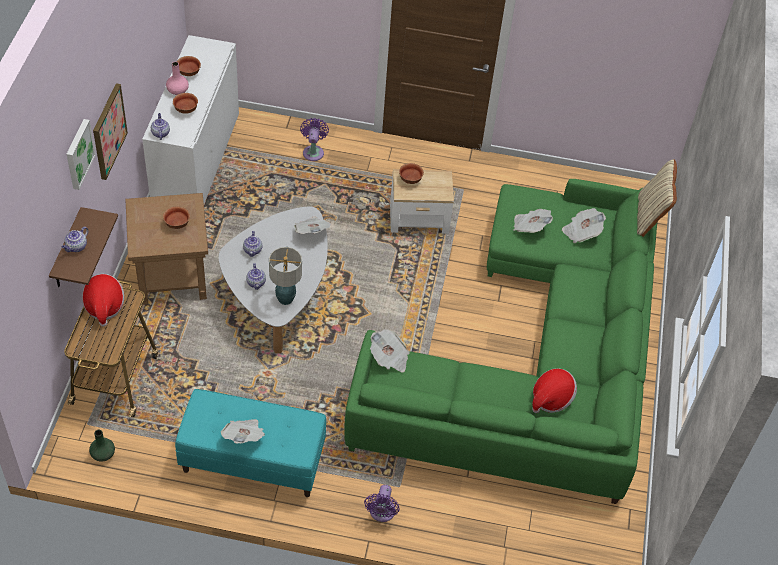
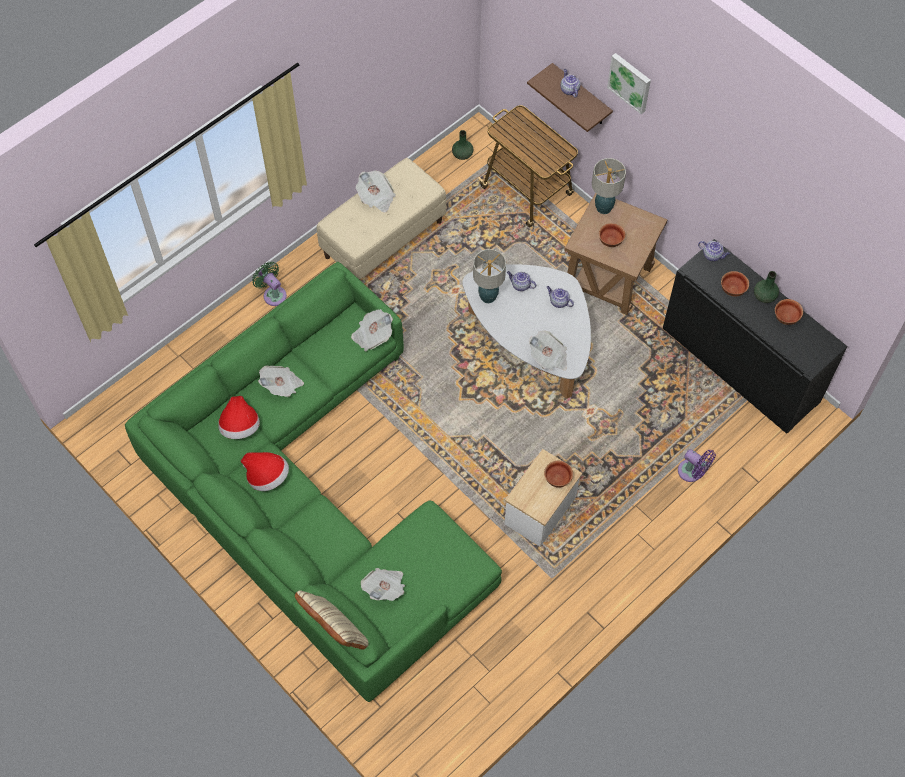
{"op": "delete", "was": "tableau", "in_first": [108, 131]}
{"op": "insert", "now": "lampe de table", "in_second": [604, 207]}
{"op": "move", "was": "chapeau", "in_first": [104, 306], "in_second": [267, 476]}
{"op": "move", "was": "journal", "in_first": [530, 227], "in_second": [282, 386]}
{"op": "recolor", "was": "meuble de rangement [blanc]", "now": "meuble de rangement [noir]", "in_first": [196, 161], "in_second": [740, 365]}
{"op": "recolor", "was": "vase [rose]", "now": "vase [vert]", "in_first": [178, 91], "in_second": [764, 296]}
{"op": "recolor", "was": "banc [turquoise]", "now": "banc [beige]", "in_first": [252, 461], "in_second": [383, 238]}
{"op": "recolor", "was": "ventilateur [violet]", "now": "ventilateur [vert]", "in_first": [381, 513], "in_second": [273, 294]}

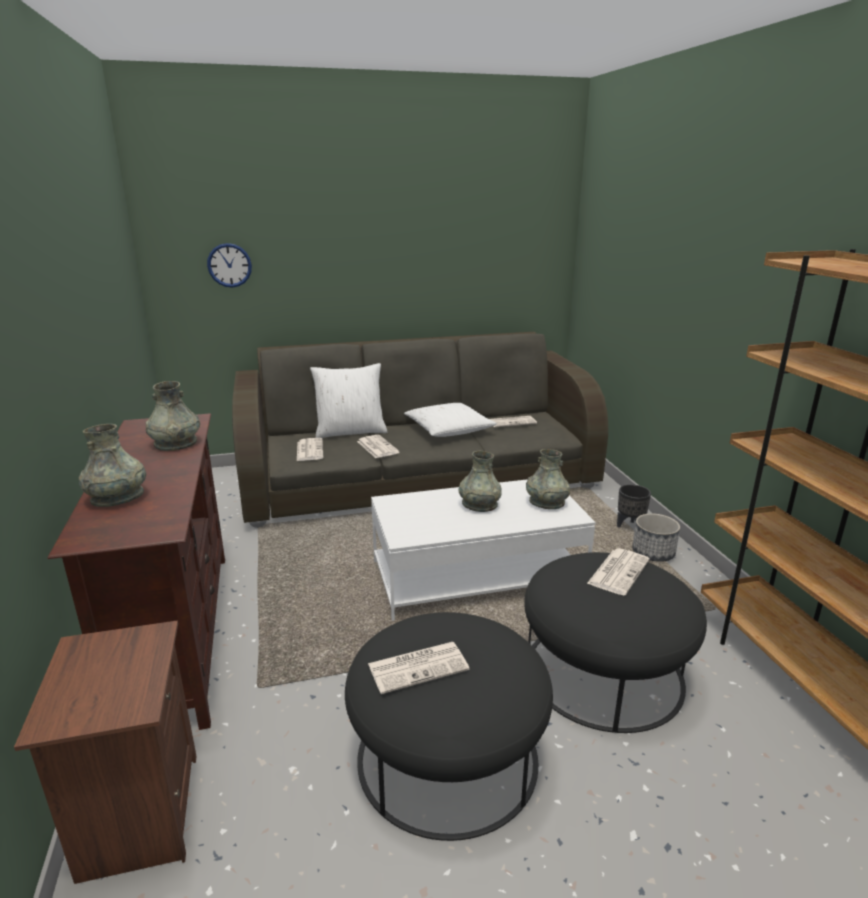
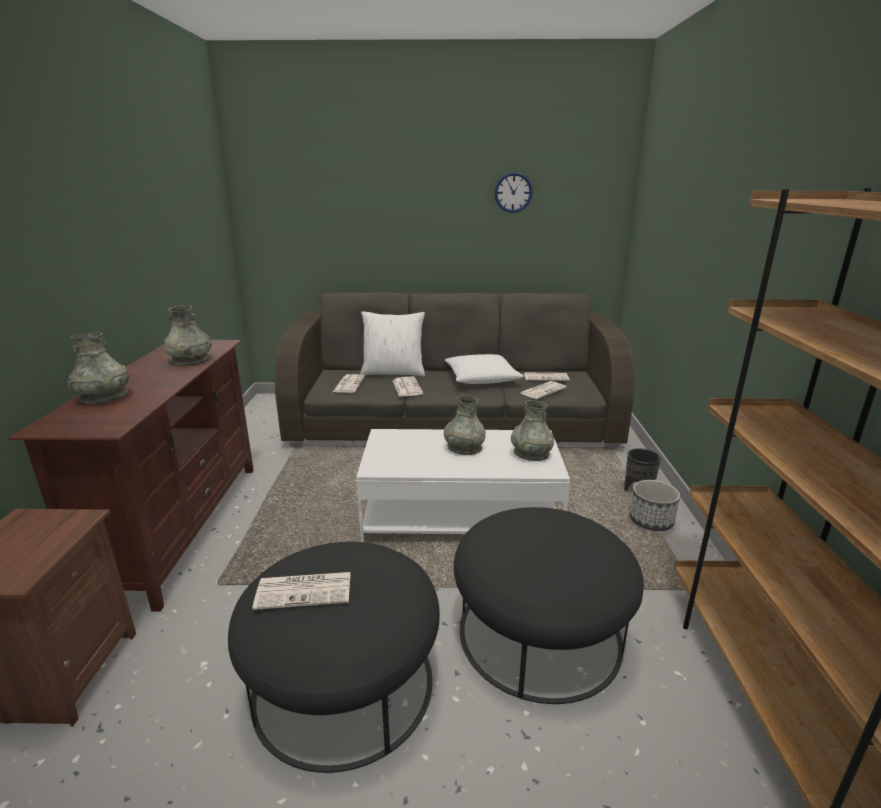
{"op": "move", "was": "horloge murale", "in_first": [229, 265], "in_second": [513, 192]}
{"op": "move", "was": "journal", "in_first": [618, 571], "in_second": [543, 390]}

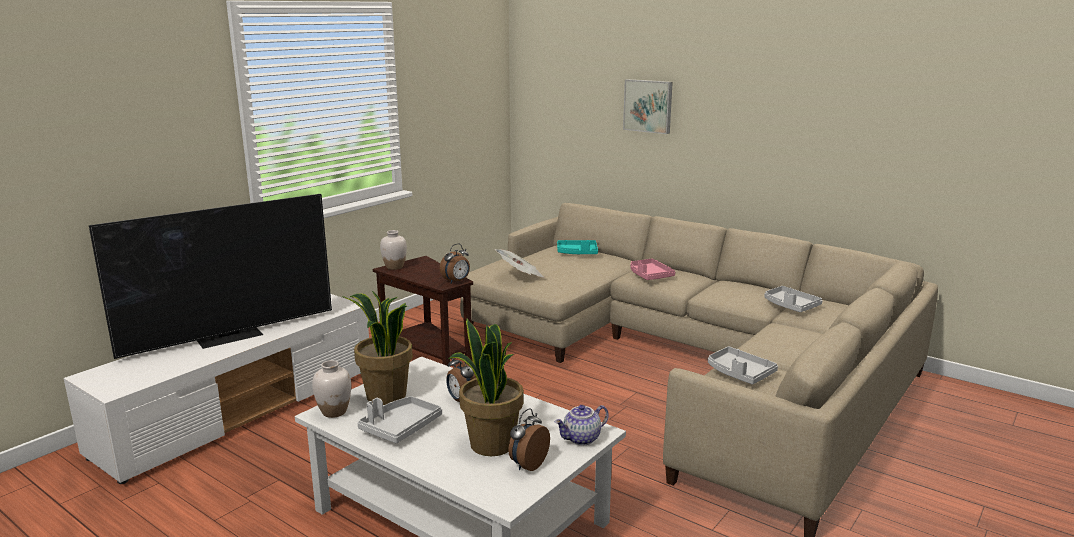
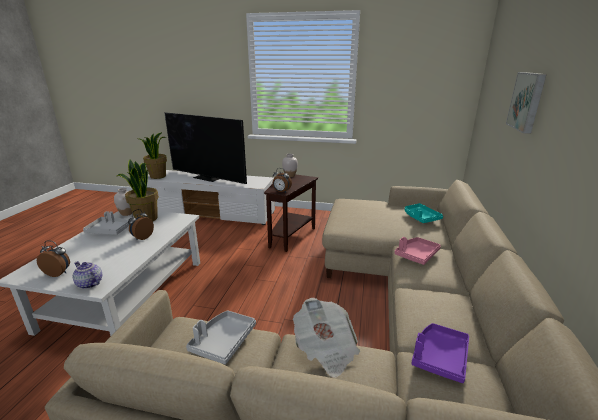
{"op": "move", "was": "plante en pot", "in_first": [491, 444], "in_second": [158, 176]}
{"op": "move", "was": "journal", "in_first": [520, 275], "in_second": [325, 349]}
{"op": "recolor", "was": "plateau [gris]", "now": "plateau [violet]", "in_first": [790, 306], "in_second": [439, 357]}

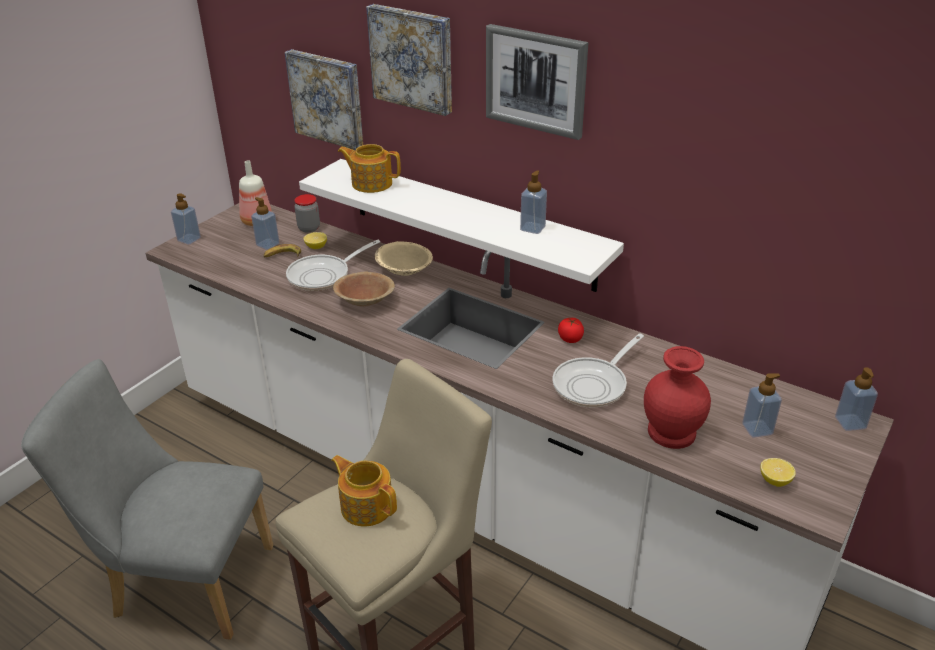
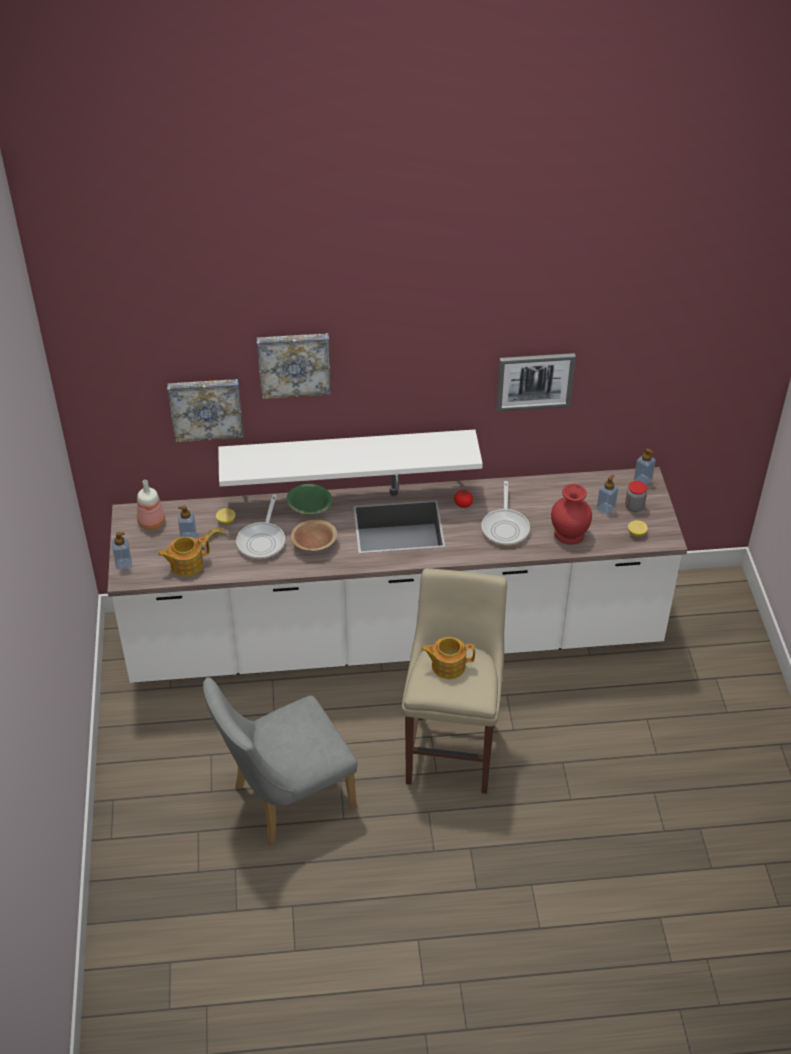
{"op": "delete", "was": "distributeur de savon", "in_first": [532, 228]}
{"op": "move", "was": "bocal", "in_first": [309, 228], "in_second": [634, 507]}
{"op": "move", "was": "théière", "in_first": [371, 183], "in_second": [186, 565]}
{"op": "move", "was": "tableau", "in_first": [536, 80], "in_second": [534, 381]}
{"op": "recolor", "was": "bol [beige]", "now": "bol [vert]", "in_first": [404, 270], "in_second": [310, 508]}

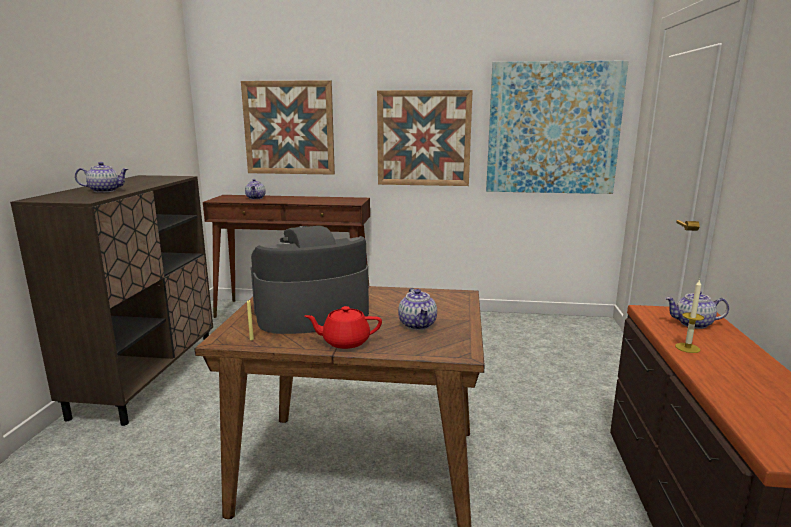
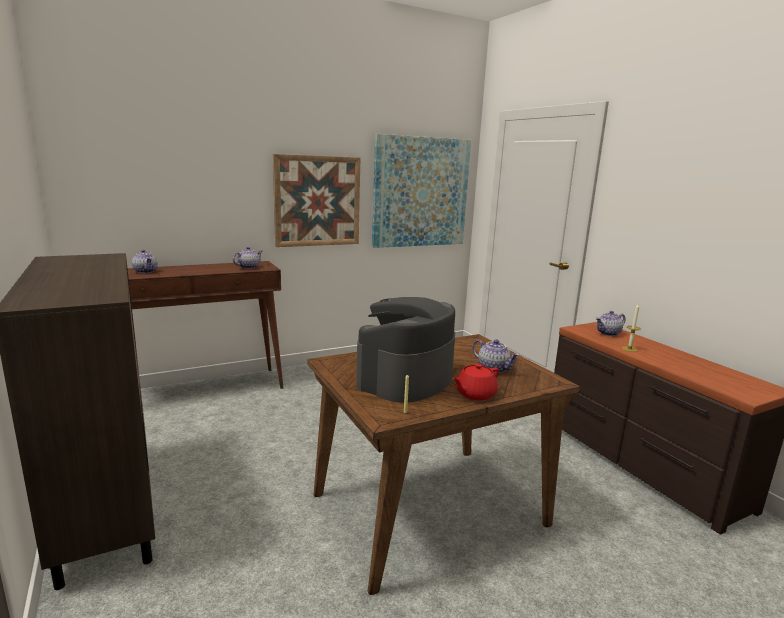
{"op": "delete", "was": "tableau", "in_first": [289, 128]}
{"op": "move", "was": "théière", "in_first": [105, 191], "in_second": [248, 267]}

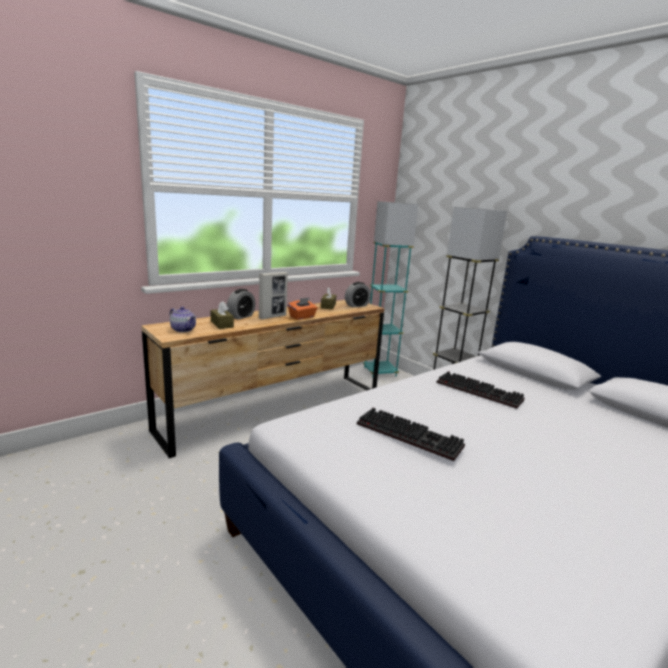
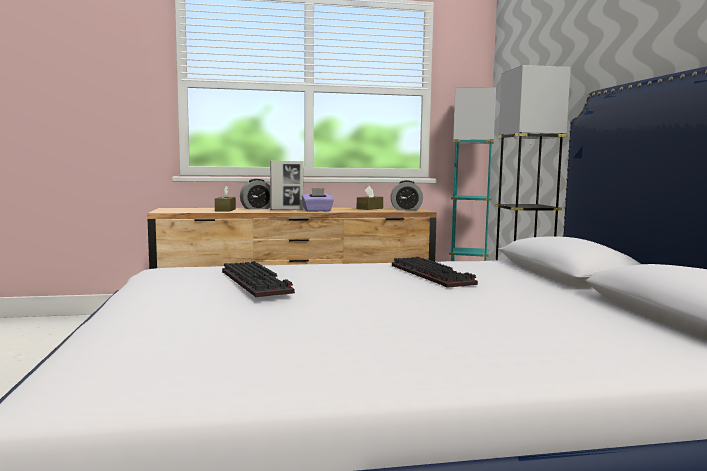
{"op": "delete", "was": "théière", "in_first": [183, 329]}
{"op": "recolor", "was": "boîte à mouchoirs [orange]", "now": "boîte à mouchoirs [violet]", "in_first": [302, 317], "in_second": [317, 211]}

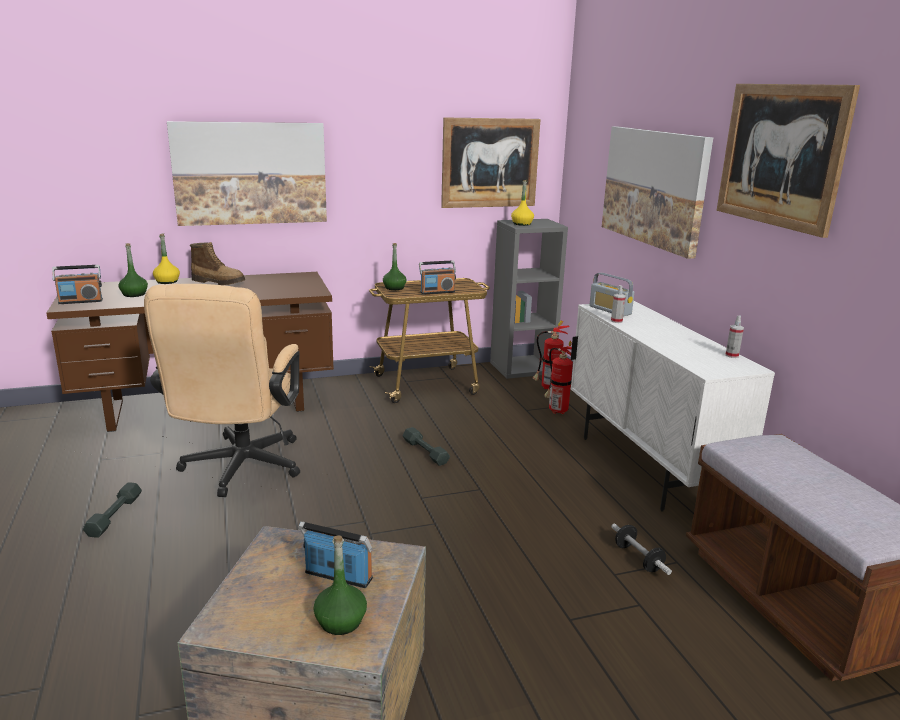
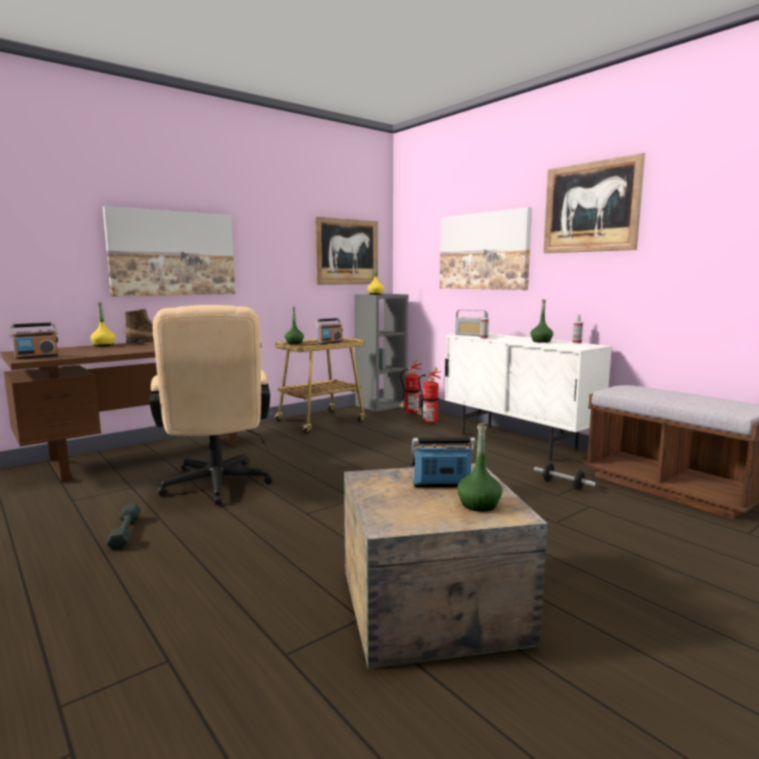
{"op": "delete", "was": "haltère [gris]", "in_first": [425, 452]}
{"op": "move", "was": "bouteille [vert]", "in_first": [134, 294], "in_second": [541, 341]}

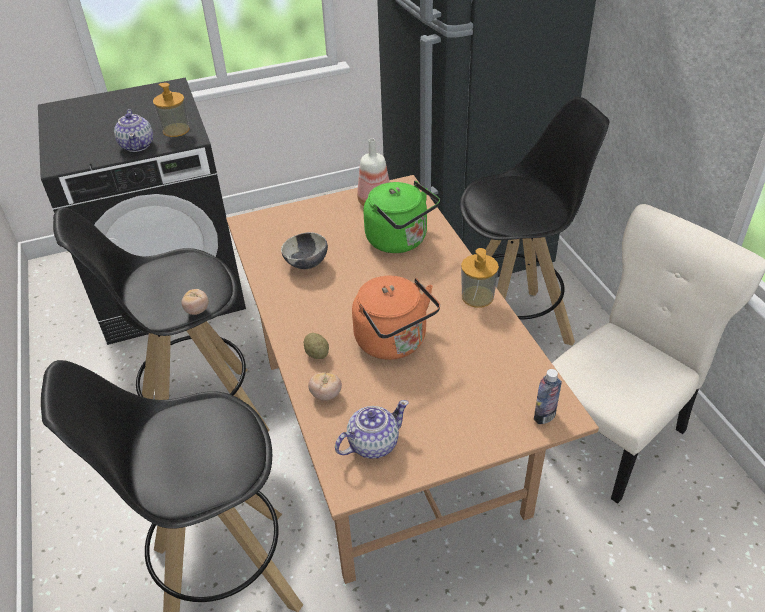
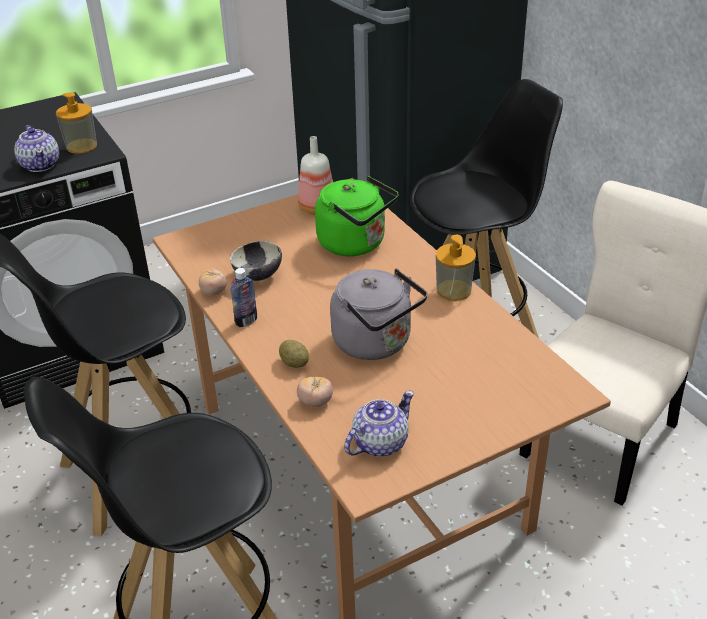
{"op": "move", "was": "tomate", "in_first": [197, 310], "in_second": [214, 292]}
{"op": "move", "was": "bouteille", "in_first": [544, 417], "in_second": [246, 321]}
{"op": "recolor", "was": "bouilloire [orange]", "now": "bouilloire [gris]", "in_first": [394, 342], "in_second": [376, 343]}

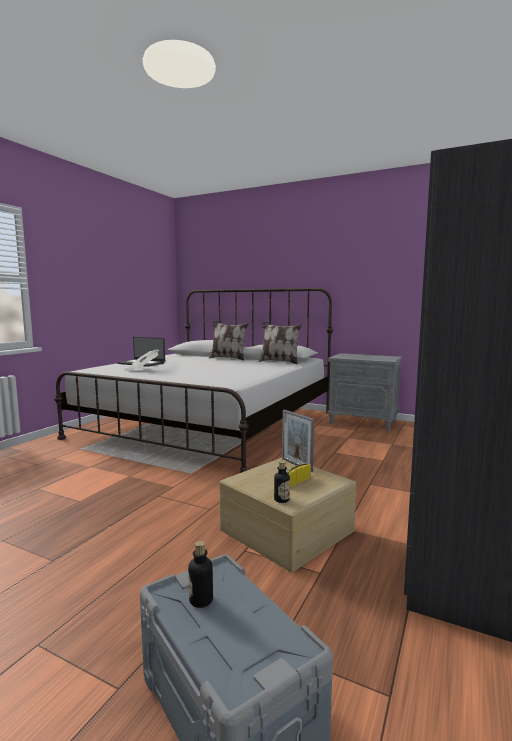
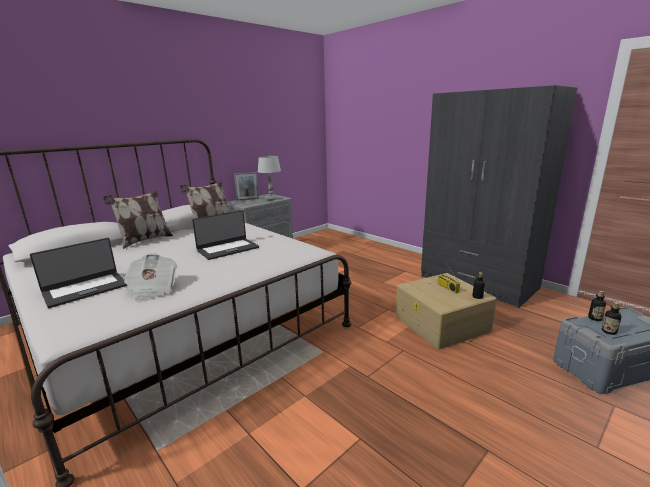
{"op": "insert", "now": "ordinateur portable", "in_second": [228, 249]}
{"op": "insert", "now": "lampe de table [gris]", "in_second": [271, 199]}
{"op": "insert", "now": "bouteille", "in_second": [594, 318]}
{"op": "move", "was": "cadre photo", "in_first": [296, 465], "in_second": [247, 199]}

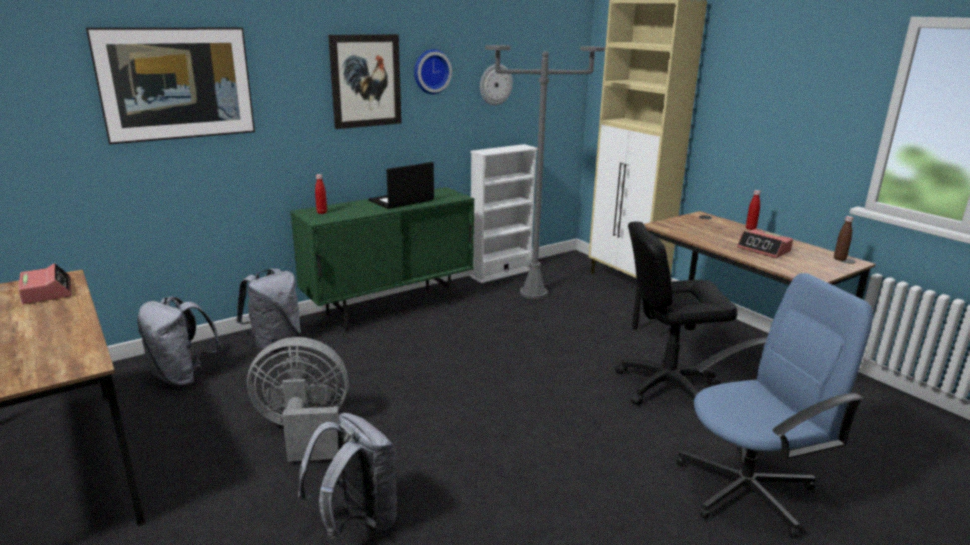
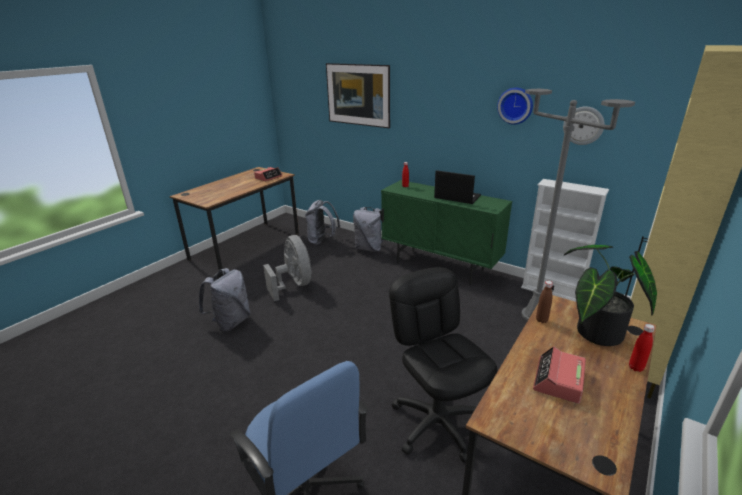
{"op": "delete", "was": "tableau", "in_first": [365, 81]}
{"op": "insert", "now": "plante en pot", "in_second": [594, 334]}
{"op": "move", "was": "bouteille [marron]", "in_first": [839, 259], "in_second": [541, 320]}

